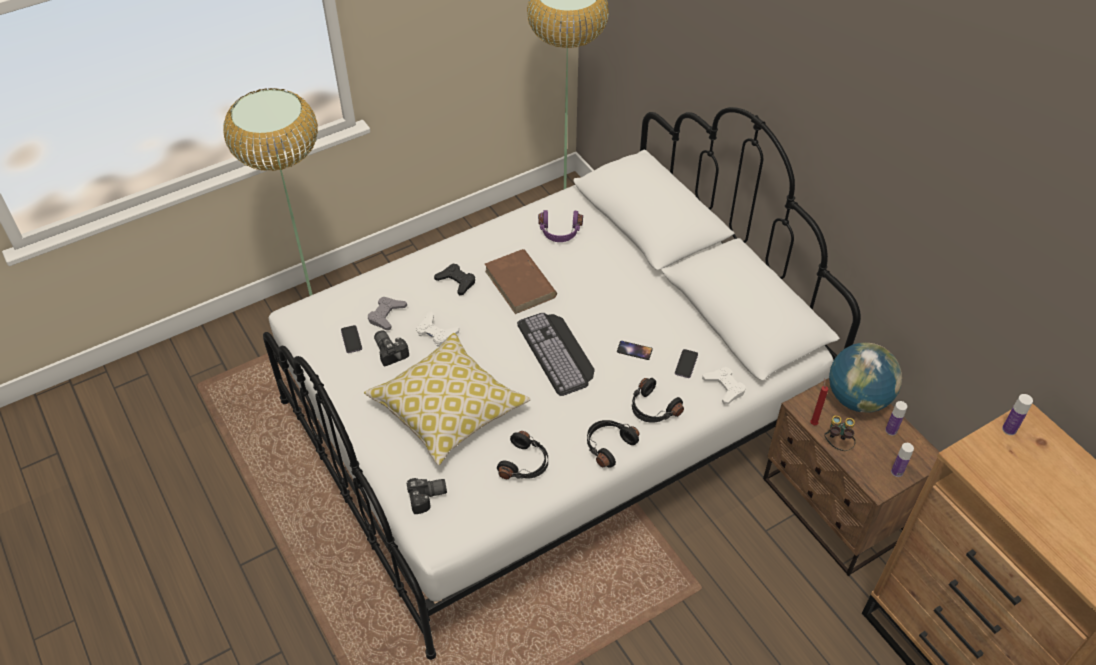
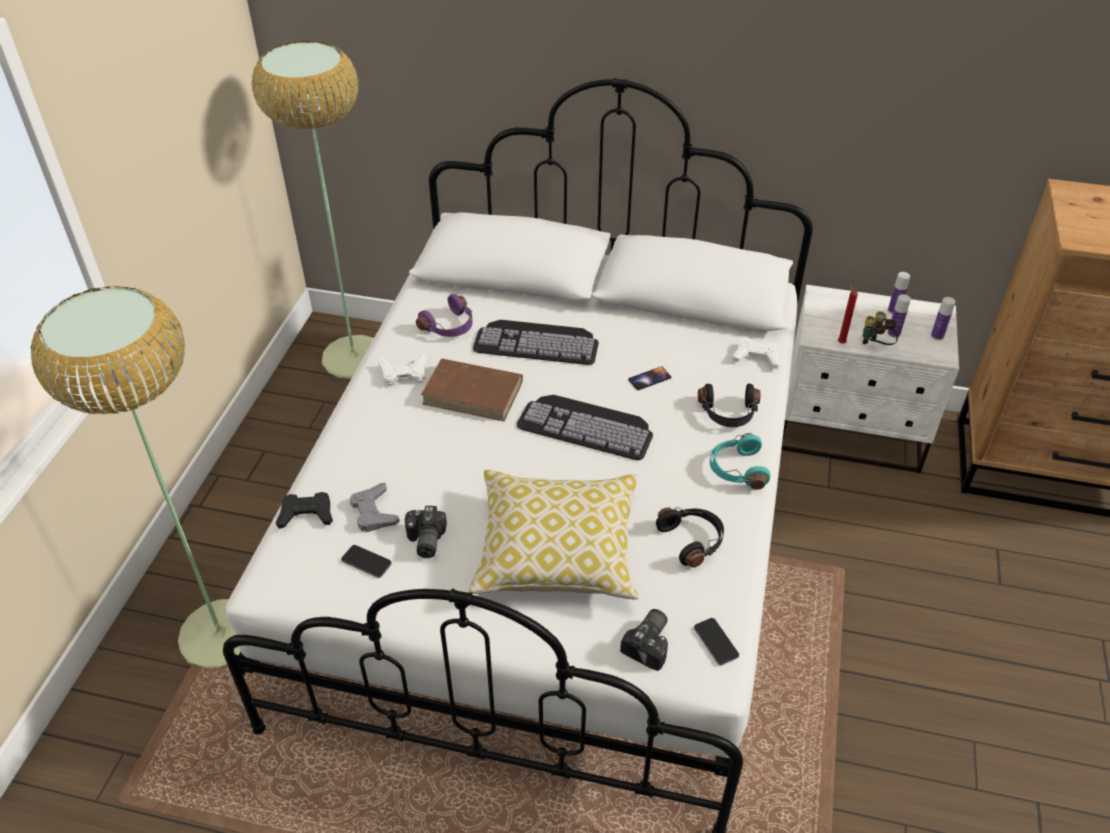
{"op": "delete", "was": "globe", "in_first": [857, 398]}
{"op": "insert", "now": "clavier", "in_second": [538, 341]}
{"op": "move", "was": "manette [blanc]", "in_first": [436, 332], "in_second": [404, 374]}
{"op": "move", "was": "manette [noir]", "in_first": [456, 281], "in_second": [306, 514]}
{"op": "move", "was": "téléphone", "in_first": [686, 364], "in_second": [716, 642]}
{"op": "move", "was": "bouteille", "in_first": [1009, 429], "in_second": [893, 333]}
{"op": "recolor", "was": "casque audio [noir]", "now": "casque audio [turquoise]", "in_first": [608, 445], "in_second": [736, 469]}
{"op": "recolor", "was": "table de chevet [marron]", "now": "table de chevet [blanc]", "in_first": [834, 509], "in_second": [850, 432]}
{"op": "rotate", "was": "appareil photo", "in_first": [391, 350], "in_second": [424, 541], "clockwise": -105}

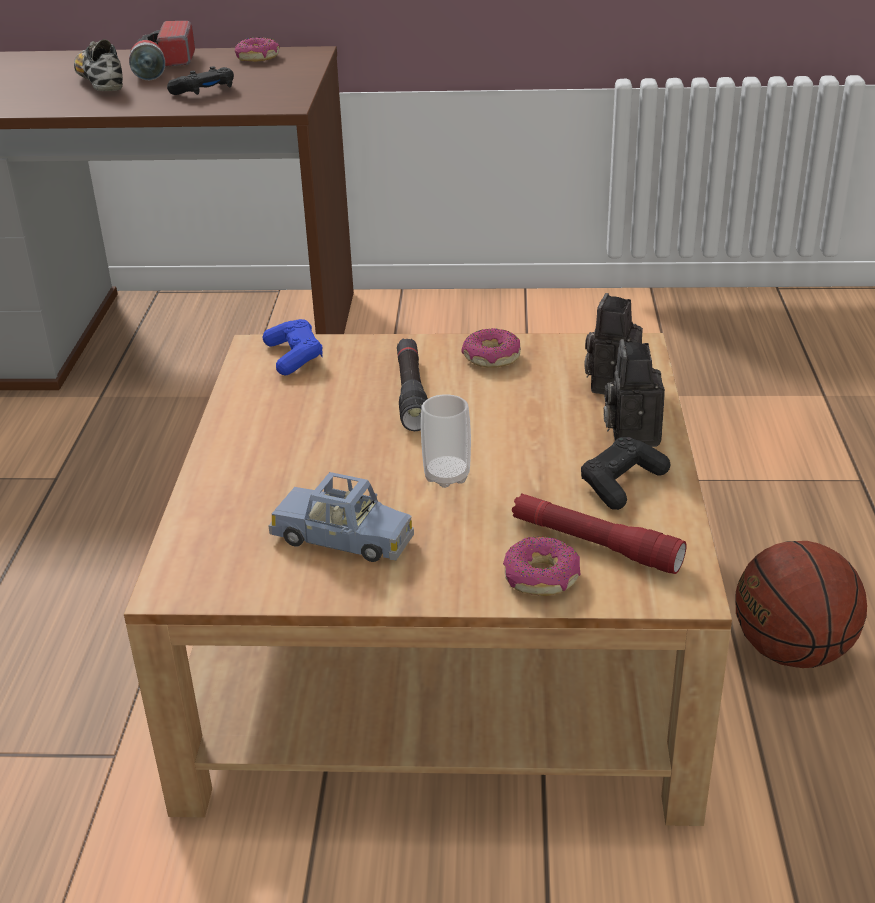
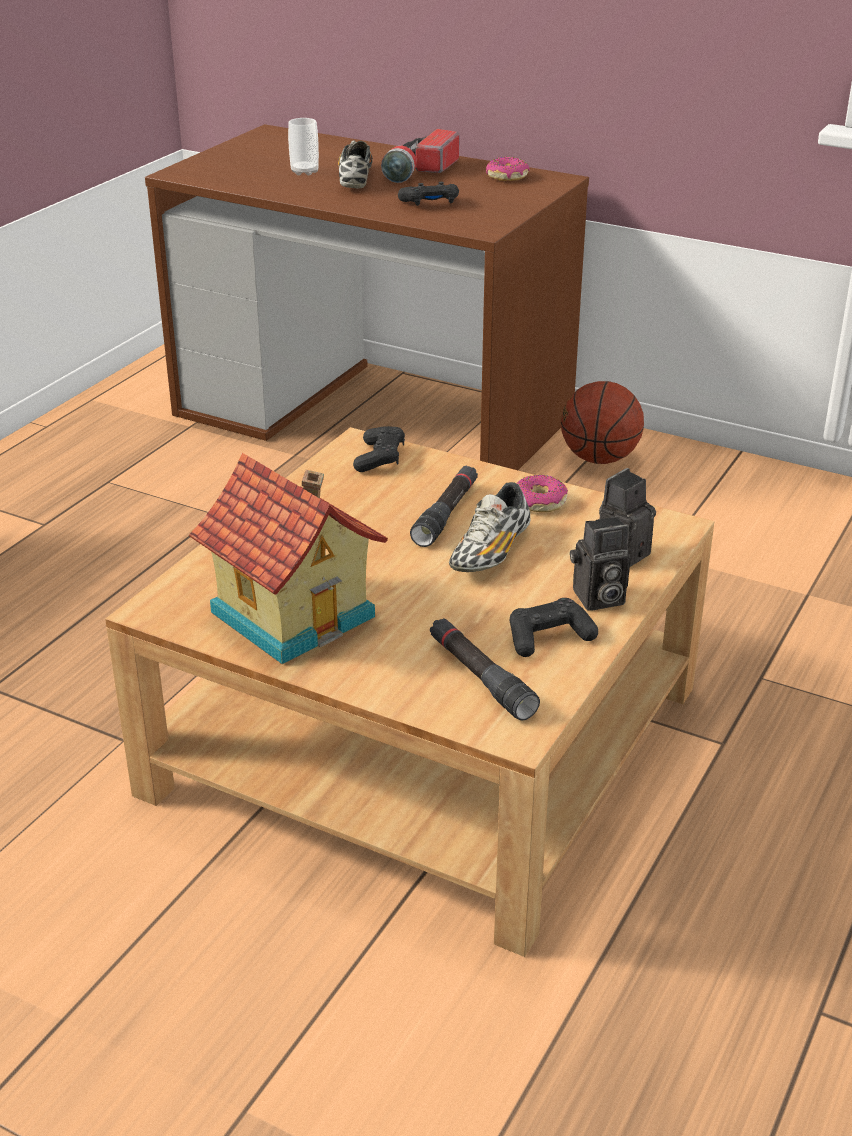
{"op": "delete", "was": "beignet", "in_first": [542, 577]}
{"op": "insert", "now": "chaussure", "in_second": [490, 553]}
{"op": "move", "was": "tasse", "in_first": [447, 476], "in_second": [304, 172]}
{"op": "move", "was": "ballon de basket", "in_first": [791, 651], "in_second": [599, 458]}
{"op": "replace", "was": "petite voiture [bleu]", "now": "maison miniature", "in_first": [343, 538], "in_second": [295, 612]}
{"op": "recolor", "was": "manette [bleu]", "now": "manette [noir]", "in_first": [294, 356], "in_second": [380, 458]}
{"op": "recolor", "was": "lampe de poche [rouge]", "now": "lampe de poche [noir]", "in_first": [595, 544], "in_second": [481, 678]}
{"op": "rotate", "was": "appareil photo", "in_first": [631, 433], "in_second": [597, 599], "clockwise": -135}

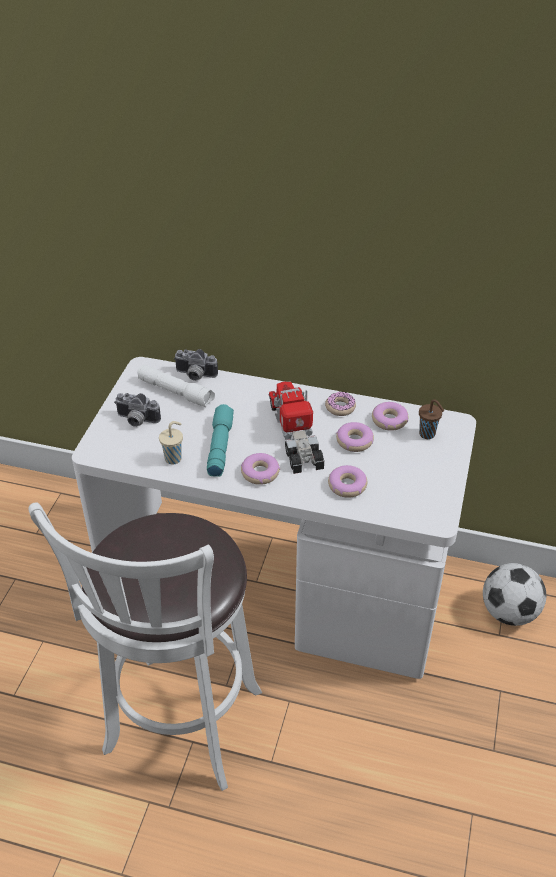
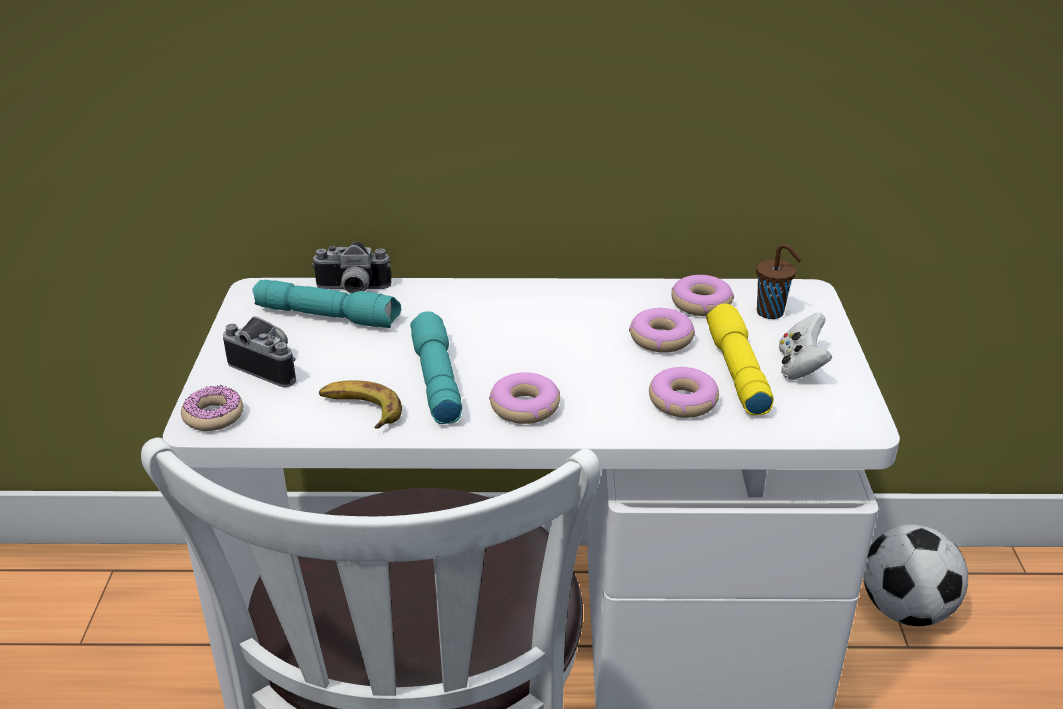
{"op": "delete", "was": "camion jouet", "in_first": [296, 435]}
{"op": "insert", "now": "lampe de poche [jaune]", "in_second": [736, 371]}
{"op": "insert", "now": "manette [blanc]", "in_second": [800, 366]}
{"op": "move", "was": "beignet", "in_first": [340, 407], "in_second": [213, 416]}
{"op": "replace", "was": "tasse [beige]", "now": "banane", "in_first": [174, 458], "in_second": [360, 410]}
{"op": "recolor", "was": "lampe de poche [blanc]", "now": "lampe de poche [turquoise]", "in_first": [176, 392], "in_second": [329, 316]}
{"op": "rotate", "was": "appareil photo", "in_first": [136, 420], "in_second": [270, 366], "clockwise": -150}

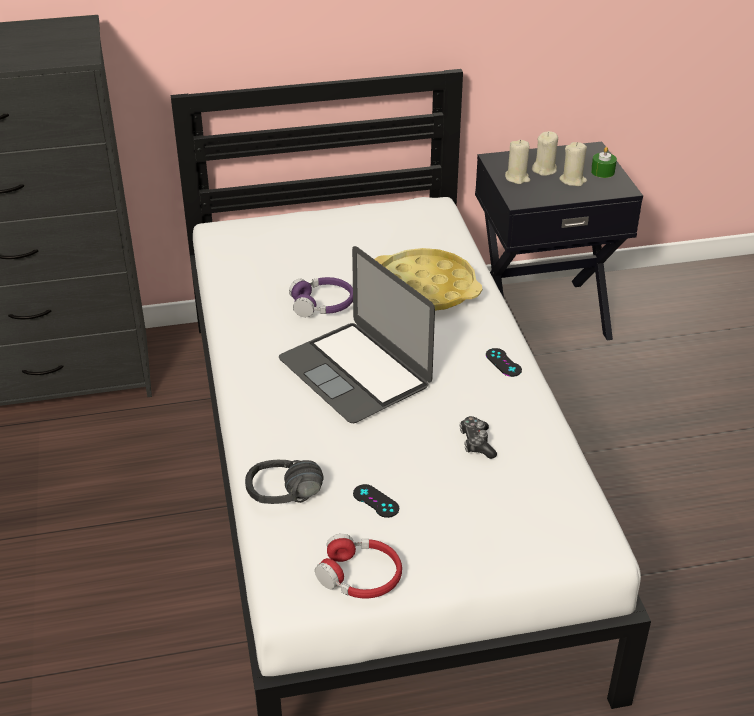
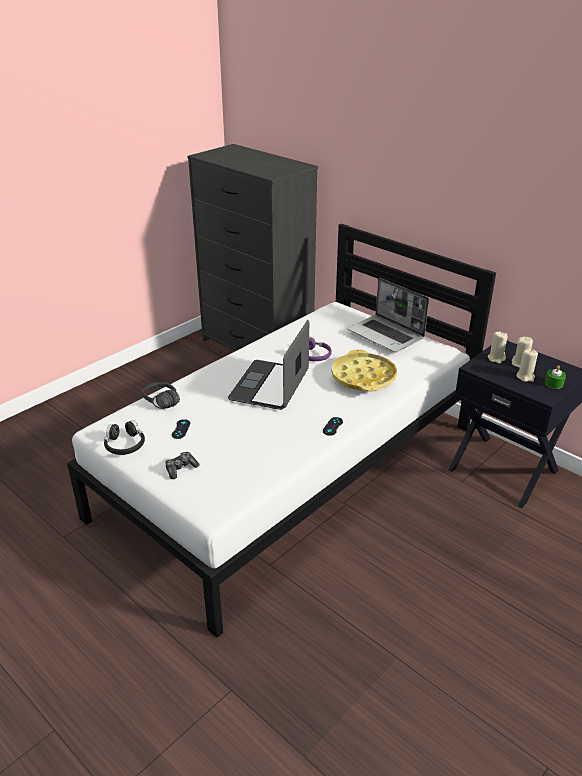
{"op": "insert", "now": "ordinateur portable", "in_second": [386, 335]}
{"op": "move", "was": "manette", "in_first": [476, 443], "in_second": [181, 469]}
{"op": "recolor", "was": "casque audio [rouge]", "now": "casque audio [noir]", "in_first": [360, 576], "in_second": [125, 445]}

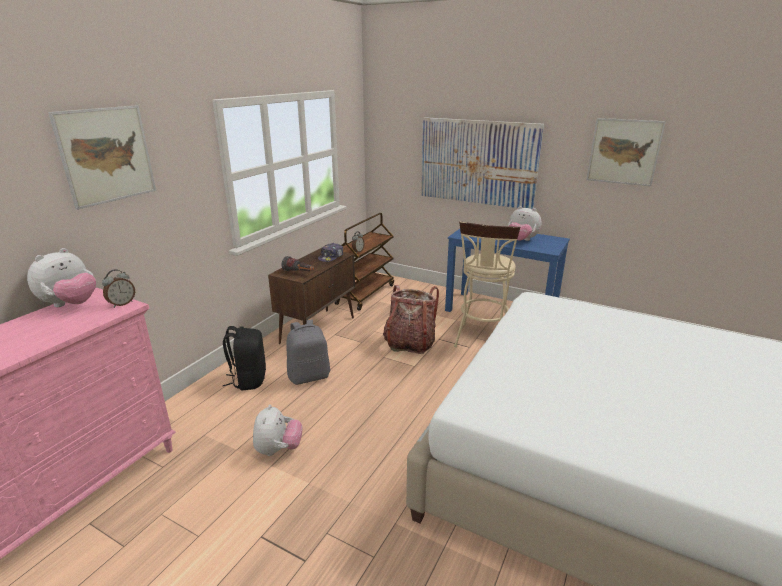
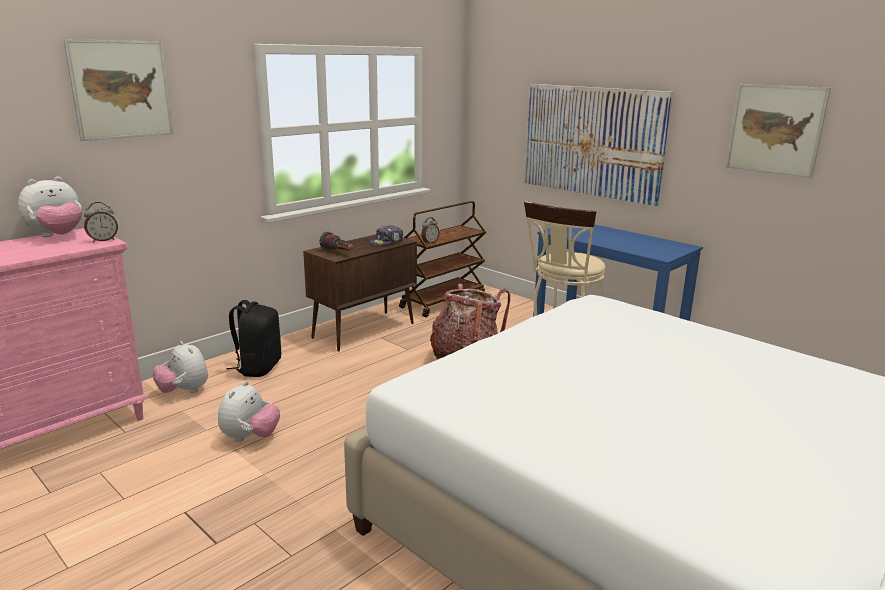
{"op": "delete", "was": "sac à dos [gris]", "in_first": [309, 376]}
{"op": "move", "was": "peluche", "in_first": [521, 240], "in_second": [184, 391]}

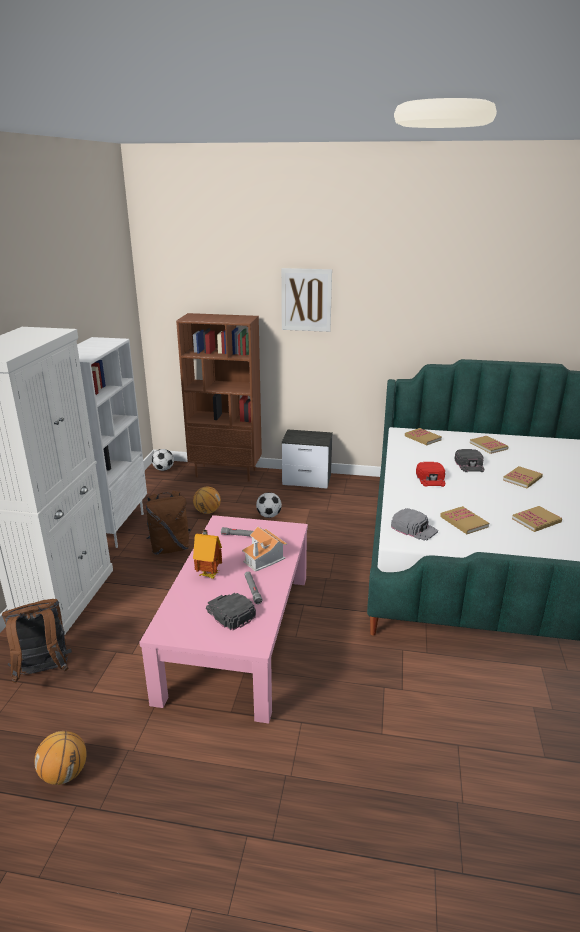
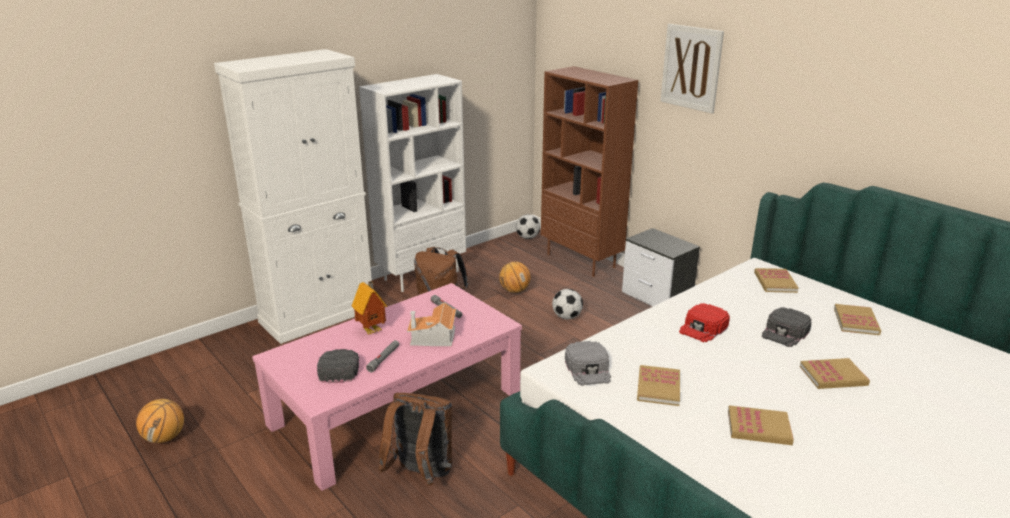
{"op": "move", "was": "sac à dos [marron]", "in_first": [43, 672], "in_second": [421, 475]}

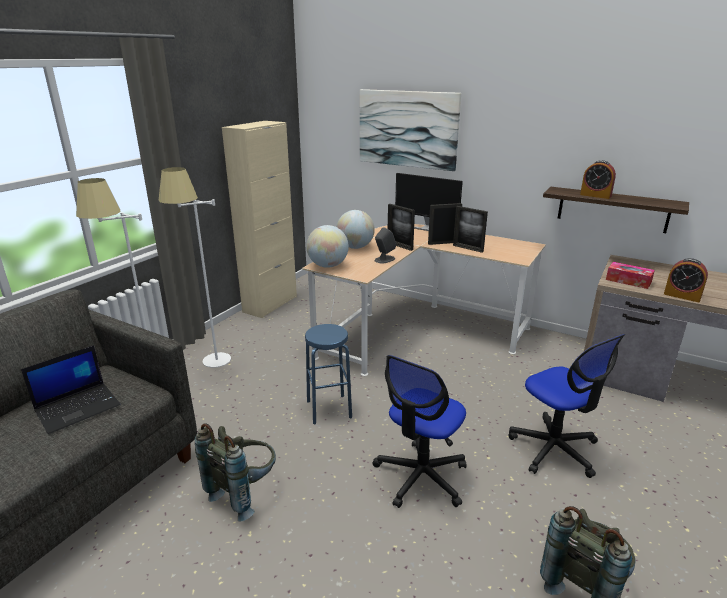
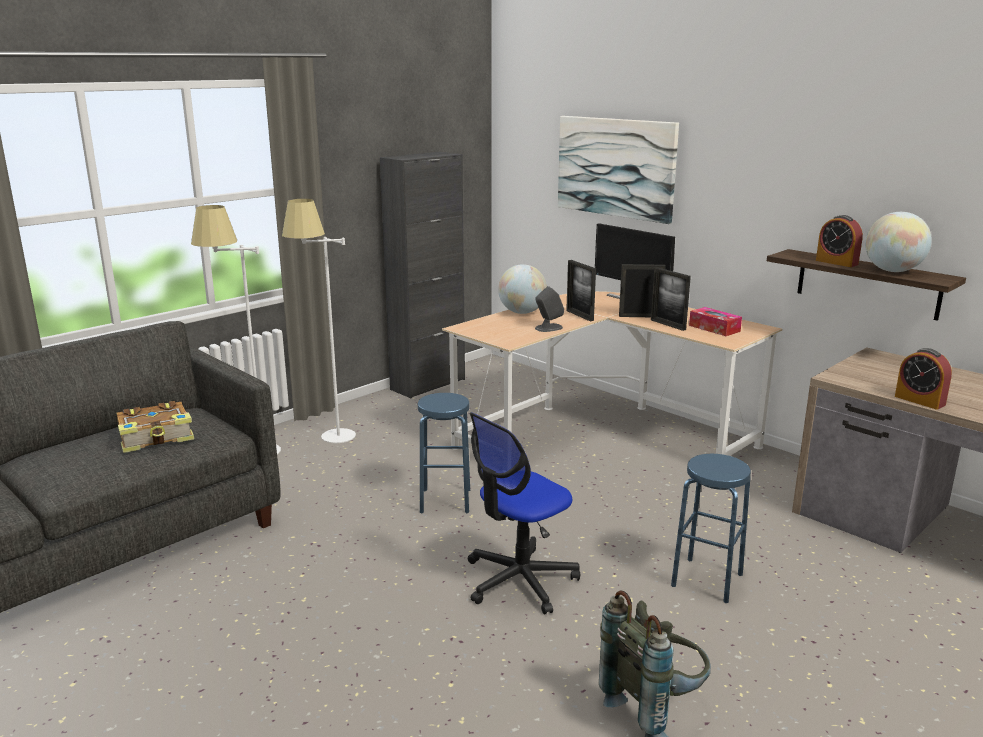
{"op": "delete", "was": "sac à dos [gris]", "in_first": [244, 492]}
{"op": "move", "was": "globe", "in_first": [328, 266], "in_second": [892, 271]}
{"op": "move", "was": "boîte à mouchoirs", "in_first": [628, 281], "in_second": [714, 328]}
{"op": "replace", "was": "ordinateur portable", "now": "livre", "in_first": [78, 407], "in_second": [157, 437]}
{"op": "replace", "was": "chaise de bureau", "now": "tabouret [bleu]", "in_first": [554, 449], "in_second": [707, 580]}
{"op": "recolor", "was": "meuble de rangement [beige]", "now": "meuble de rangement [noir]", "in_first": [270, 304], "in_second": [428, 384]}

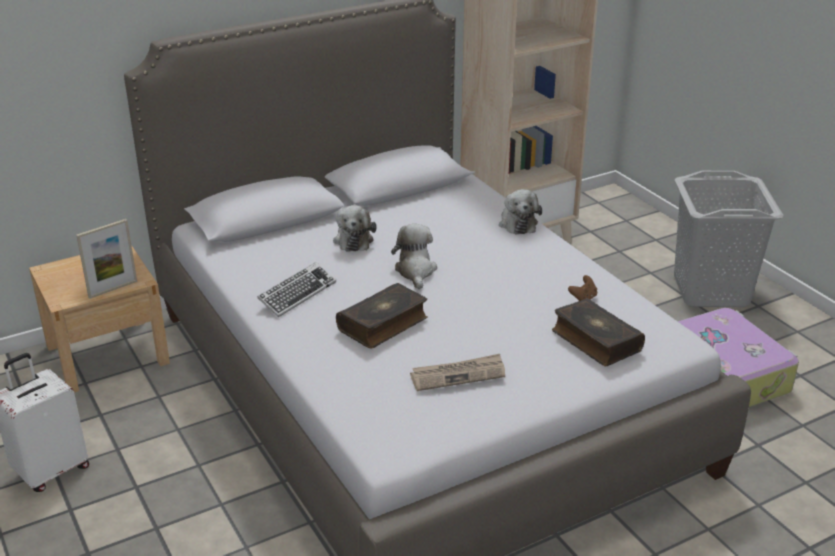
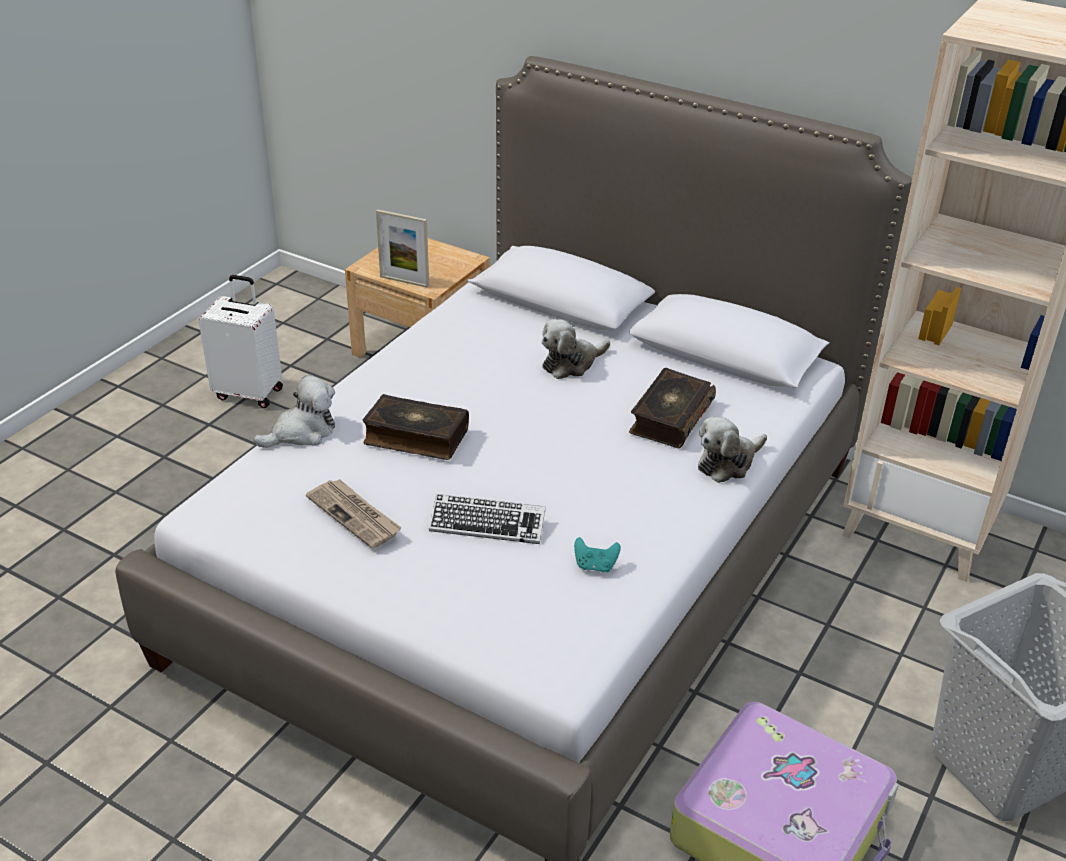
{"op": "move", "was": "clavier", "in_first": [297, 294], "in_second": [487, 524]}
{"op": "move", "was": "peluche", "in_first": [415, 271], "in_second": [302, 432]}
{"op": "move", "was": "livre", "in_first": [595, 341], "in_second": [670, 418]}
{"op": "recolor", "was": "manette [marron]", "now": "manette [turquoise]", "in_first": [583, 298], "in_second": [595, 566]}

